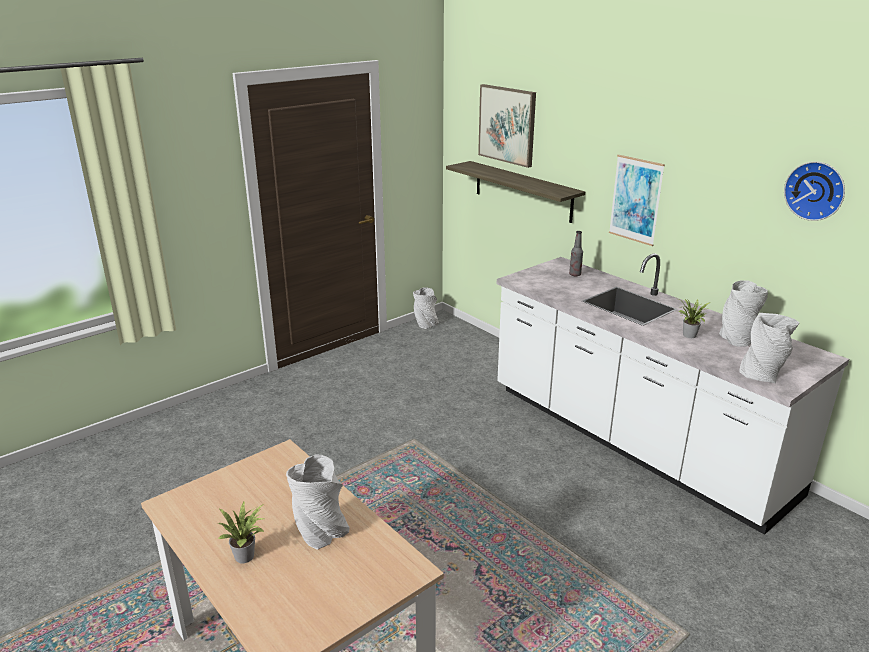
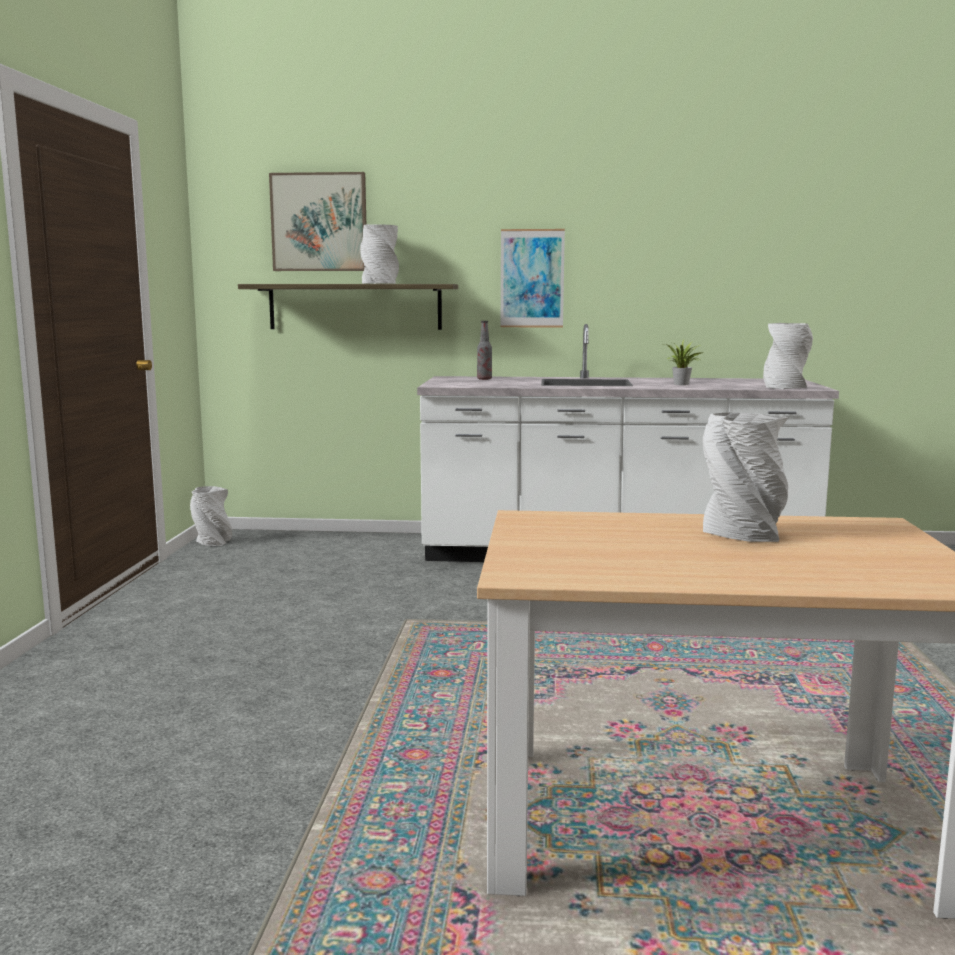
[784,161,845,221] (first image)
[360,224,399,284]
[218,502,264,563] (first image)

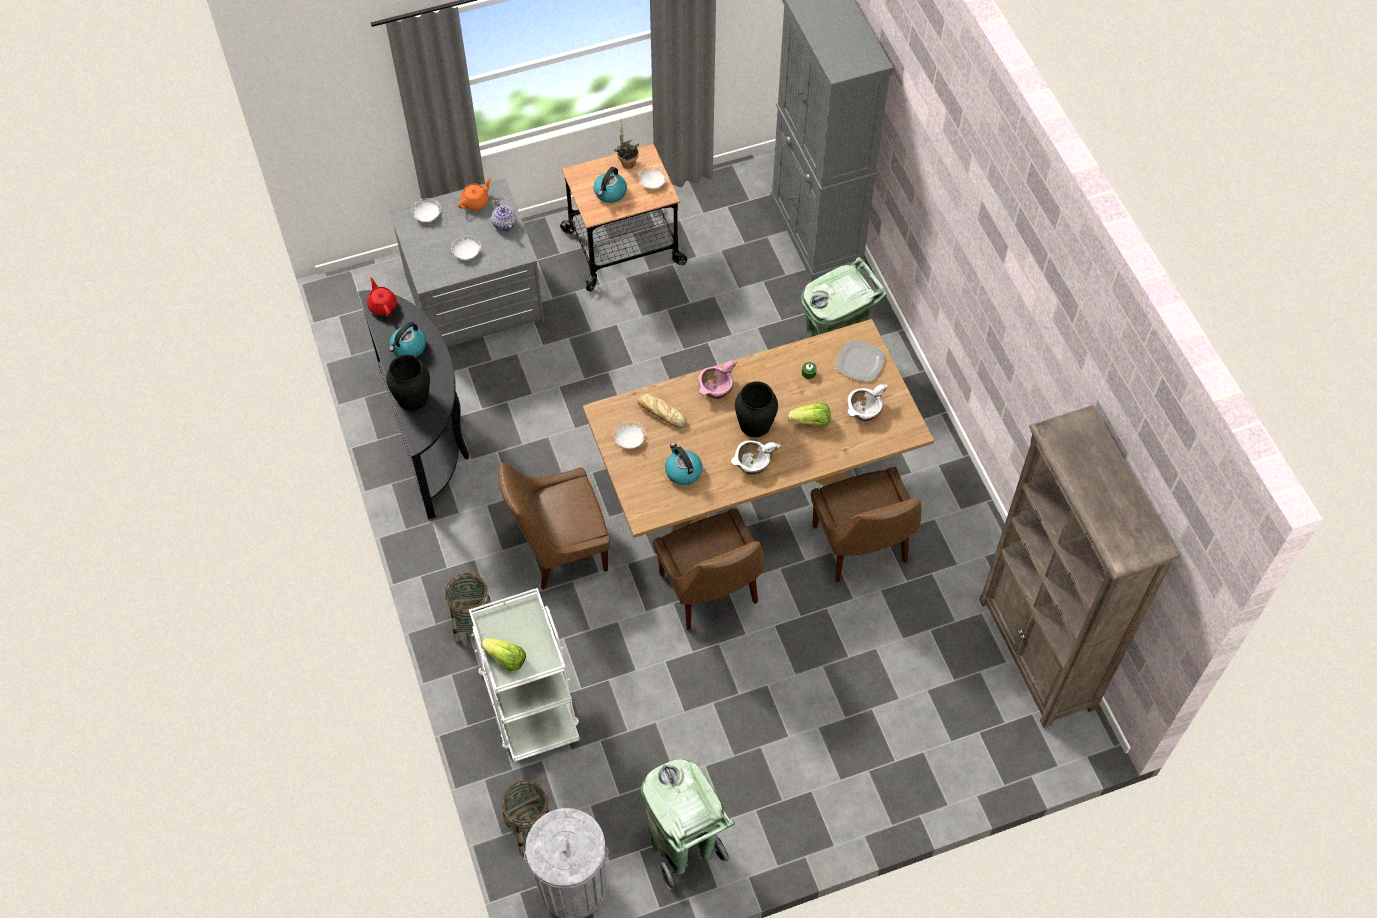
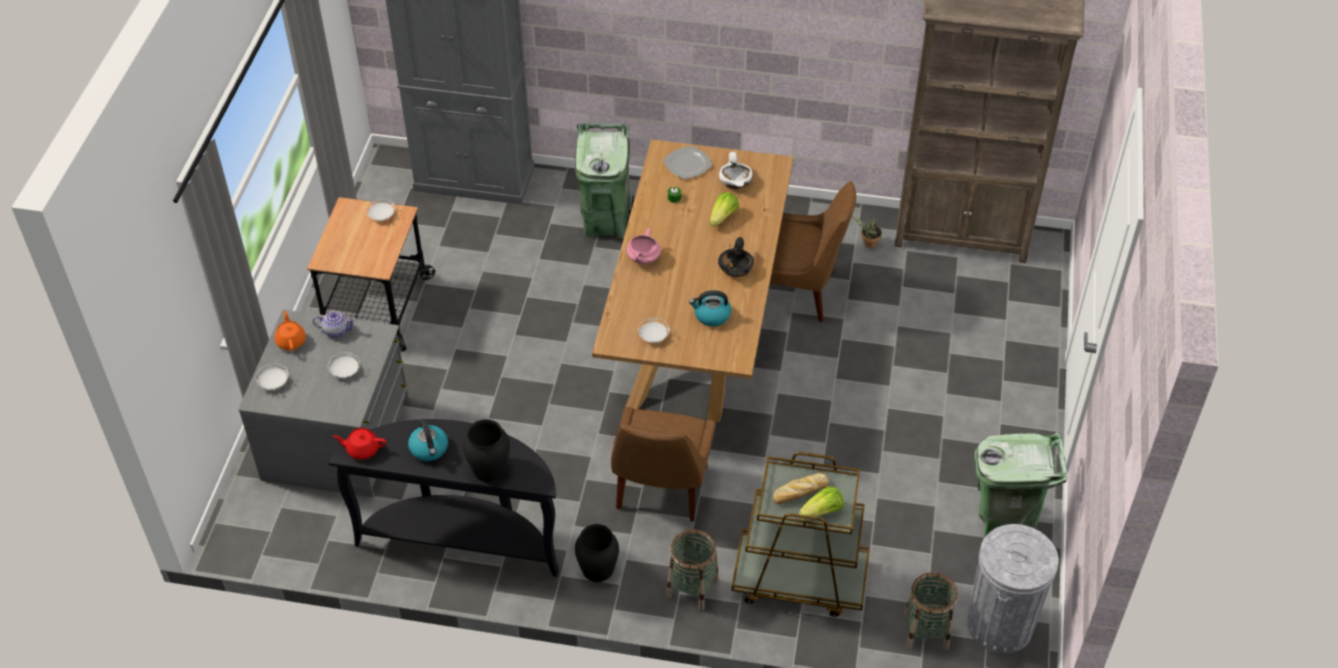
[852,214,882,248]
[593,167,627,203] (first image)
[626,228,661,264]
[575,524,619,582]
[773,473,829,504]
[718,237,754,277]
[653,508,765,630] (first image)
[732,452,870,617]

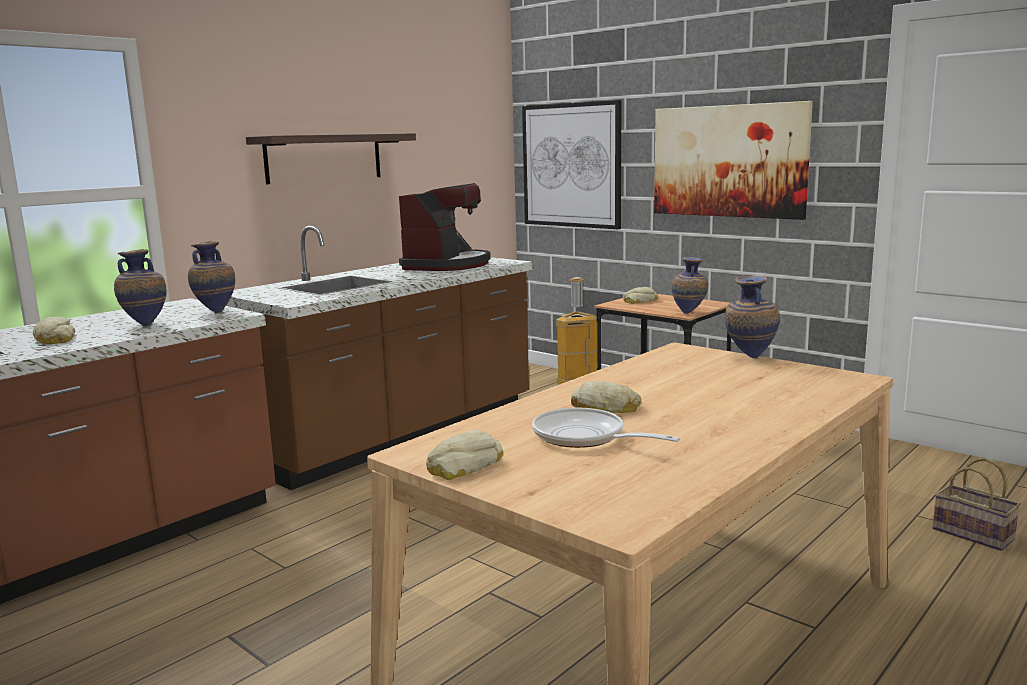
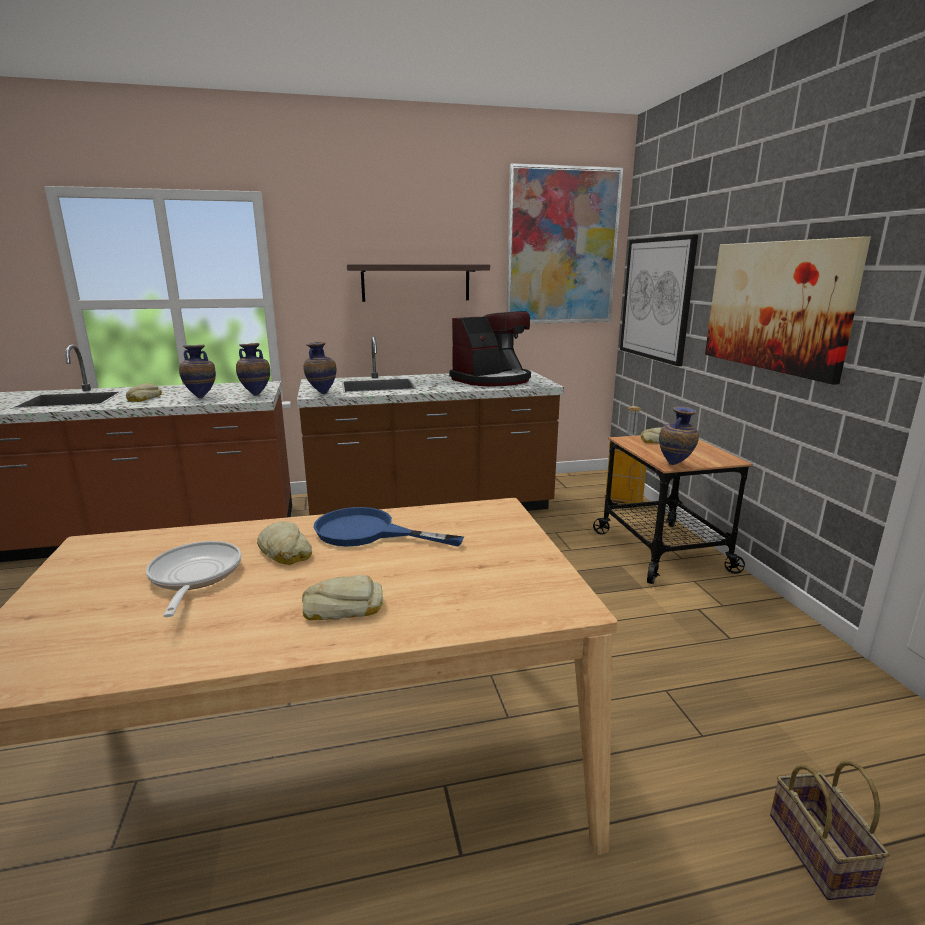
[303,342,336,394]
[302,575,383,620]
[506,163,623,324]
[313,507,464,547]

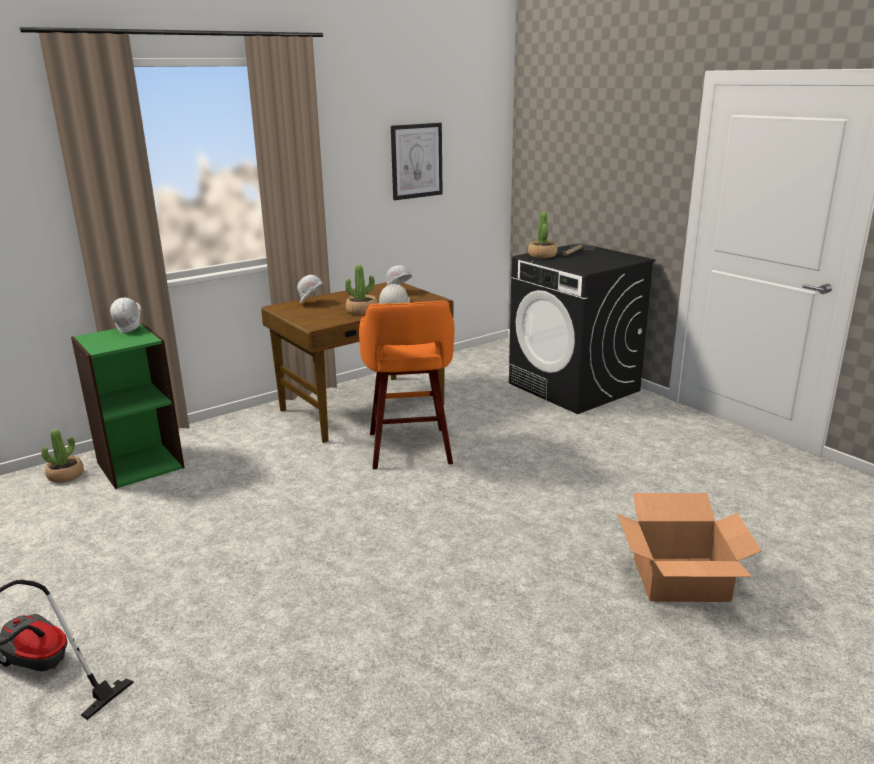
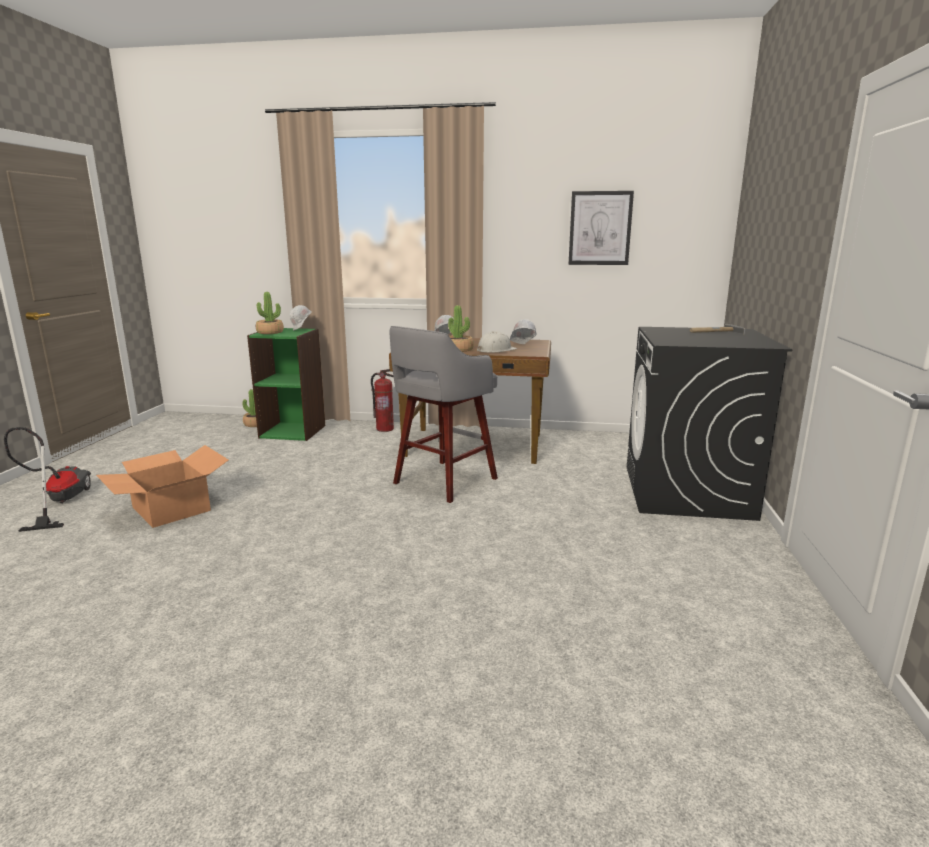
[256,292,284,334]
[390,326,498,503]
[96,445,228,528]
[371,369,394,432]

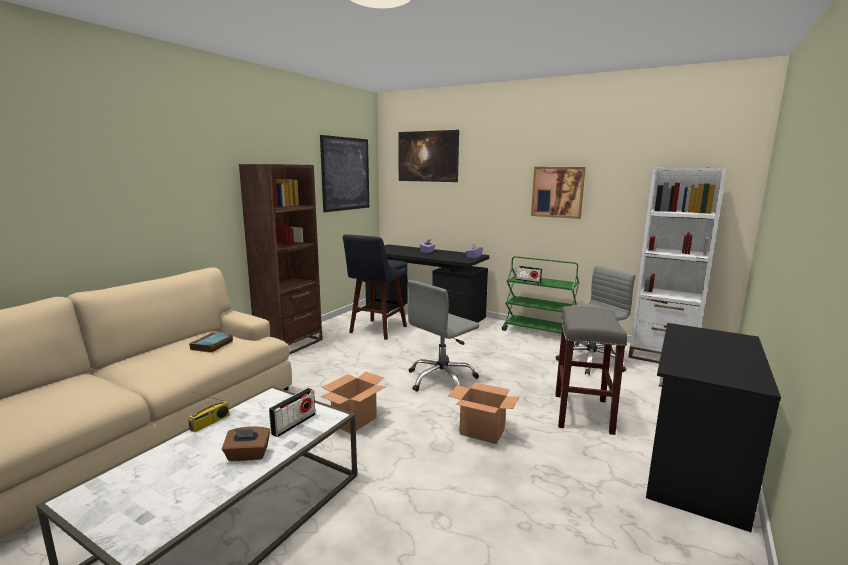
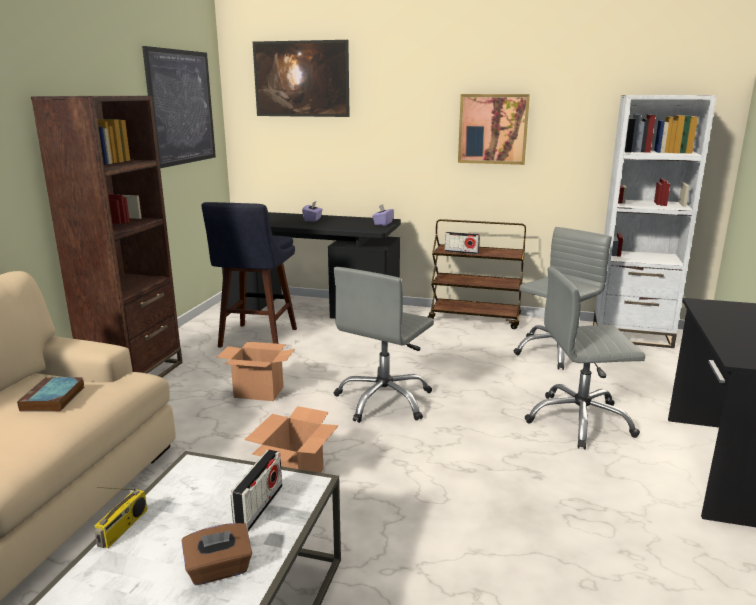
[428,219,526,329]
[525,267,645,449]
[216,342,295,401]

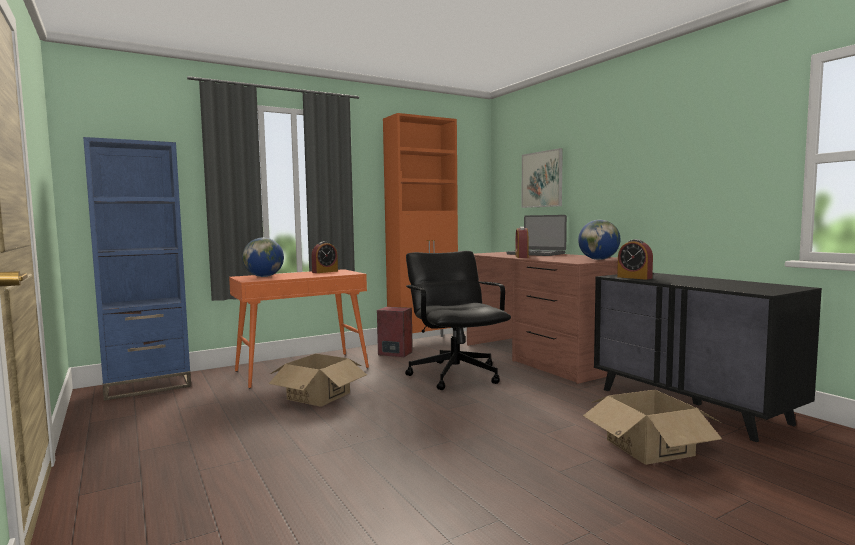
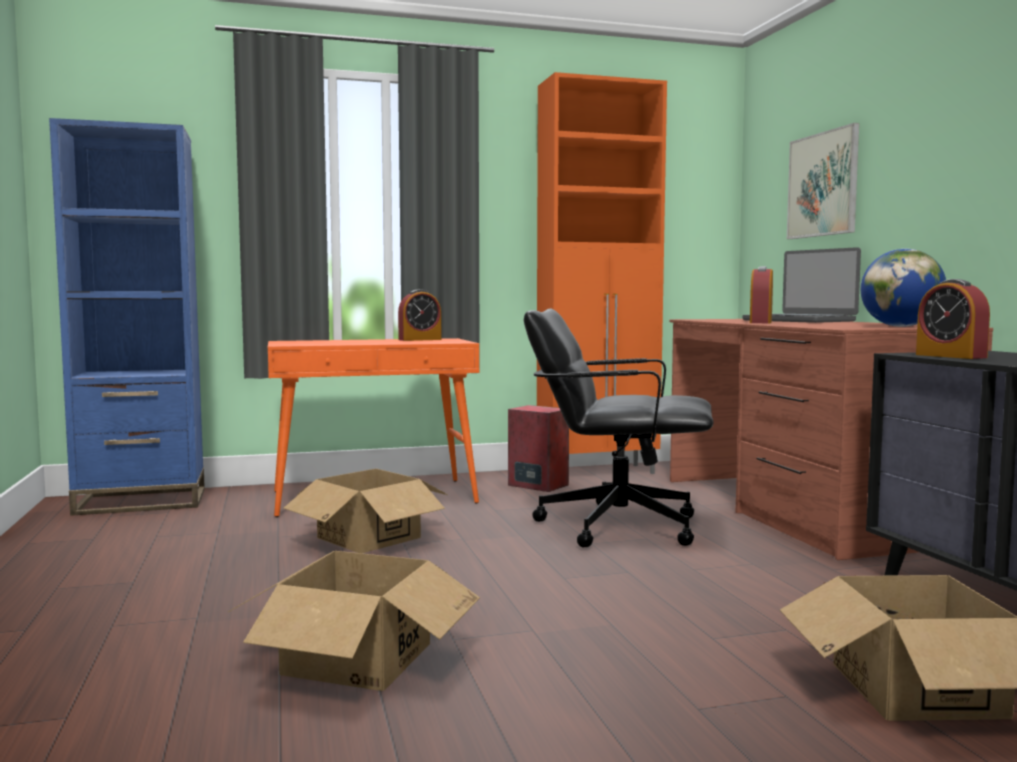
[242,238,284,277] (first image)
[524,308,714,548]
[228,551,480,691]

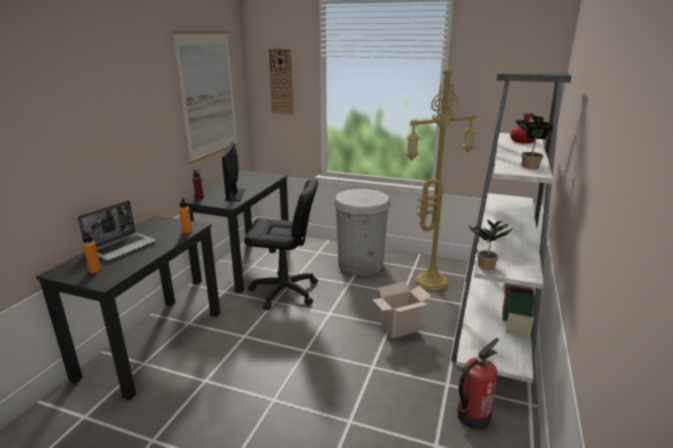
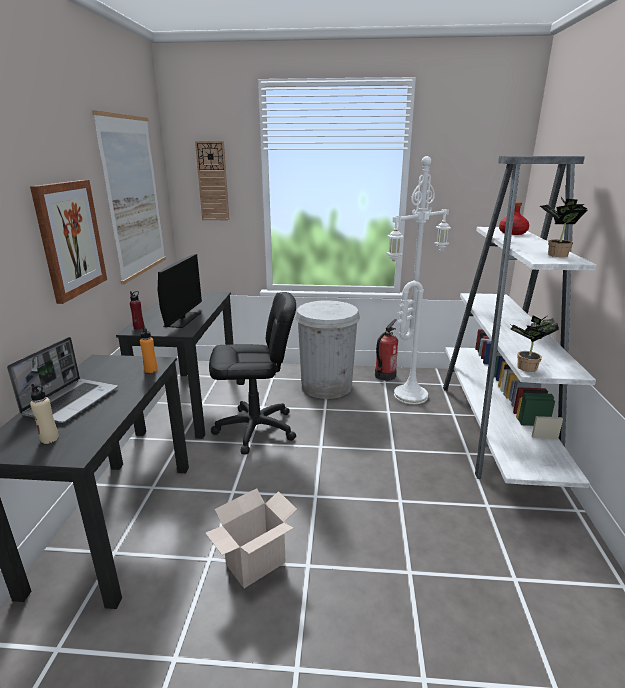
[386,156,451,404]
[158,254,202,328]
[30,384,59,444]
[205,488,297,588]
[375,319,398,381]
[30,180,107,304]

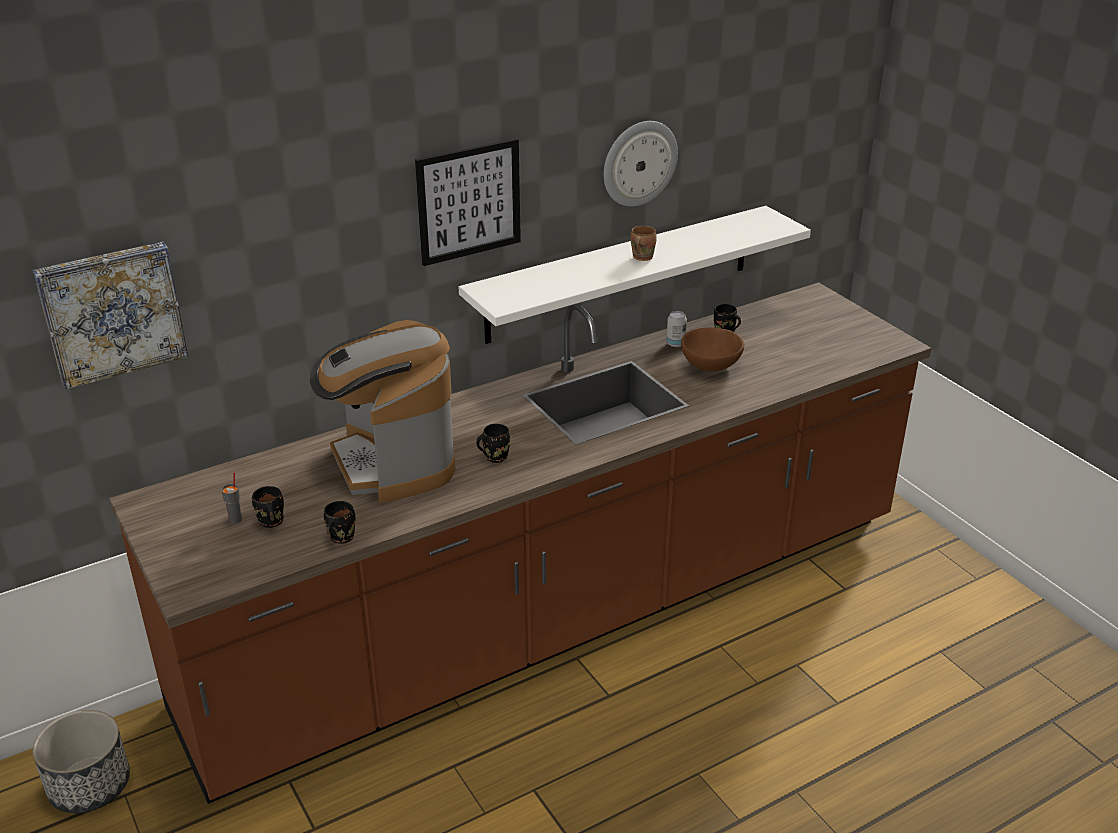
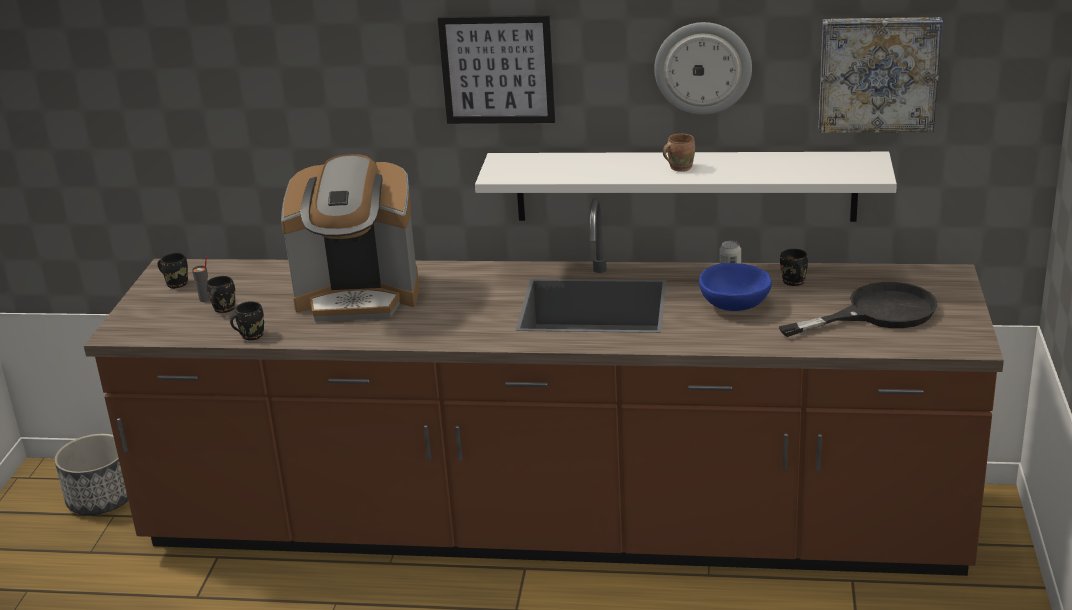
[819,17,943,133]
[281,154,419,322]
[699,263,772,311]
[157,252,188,289]
[779,282,938,337]

